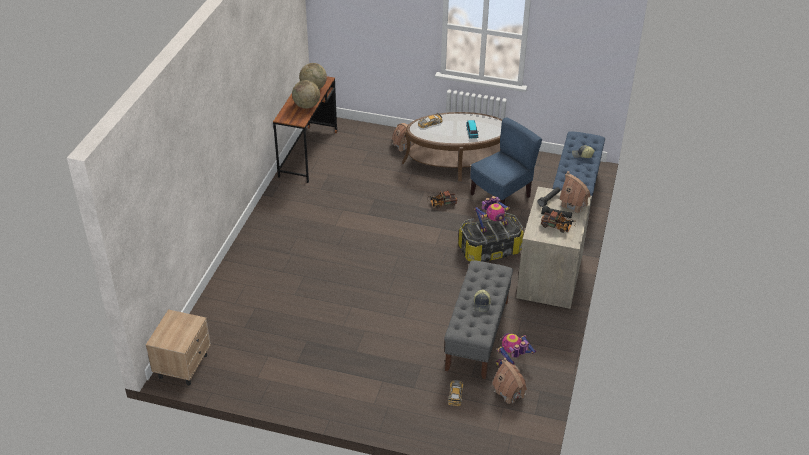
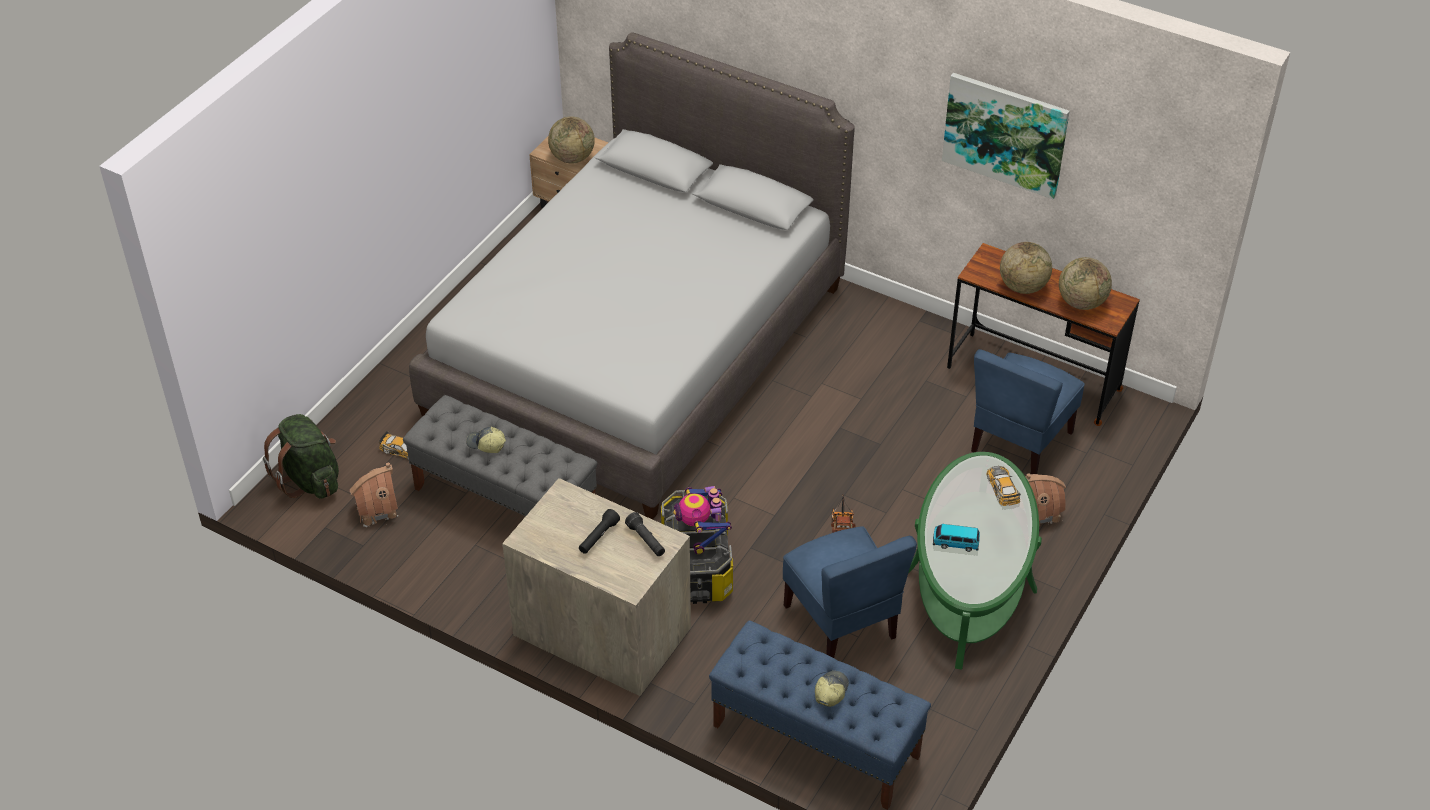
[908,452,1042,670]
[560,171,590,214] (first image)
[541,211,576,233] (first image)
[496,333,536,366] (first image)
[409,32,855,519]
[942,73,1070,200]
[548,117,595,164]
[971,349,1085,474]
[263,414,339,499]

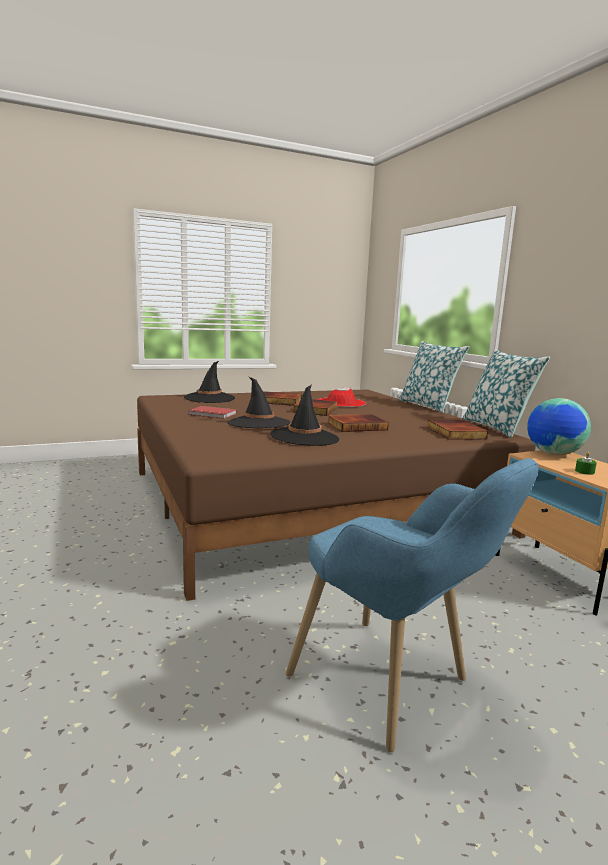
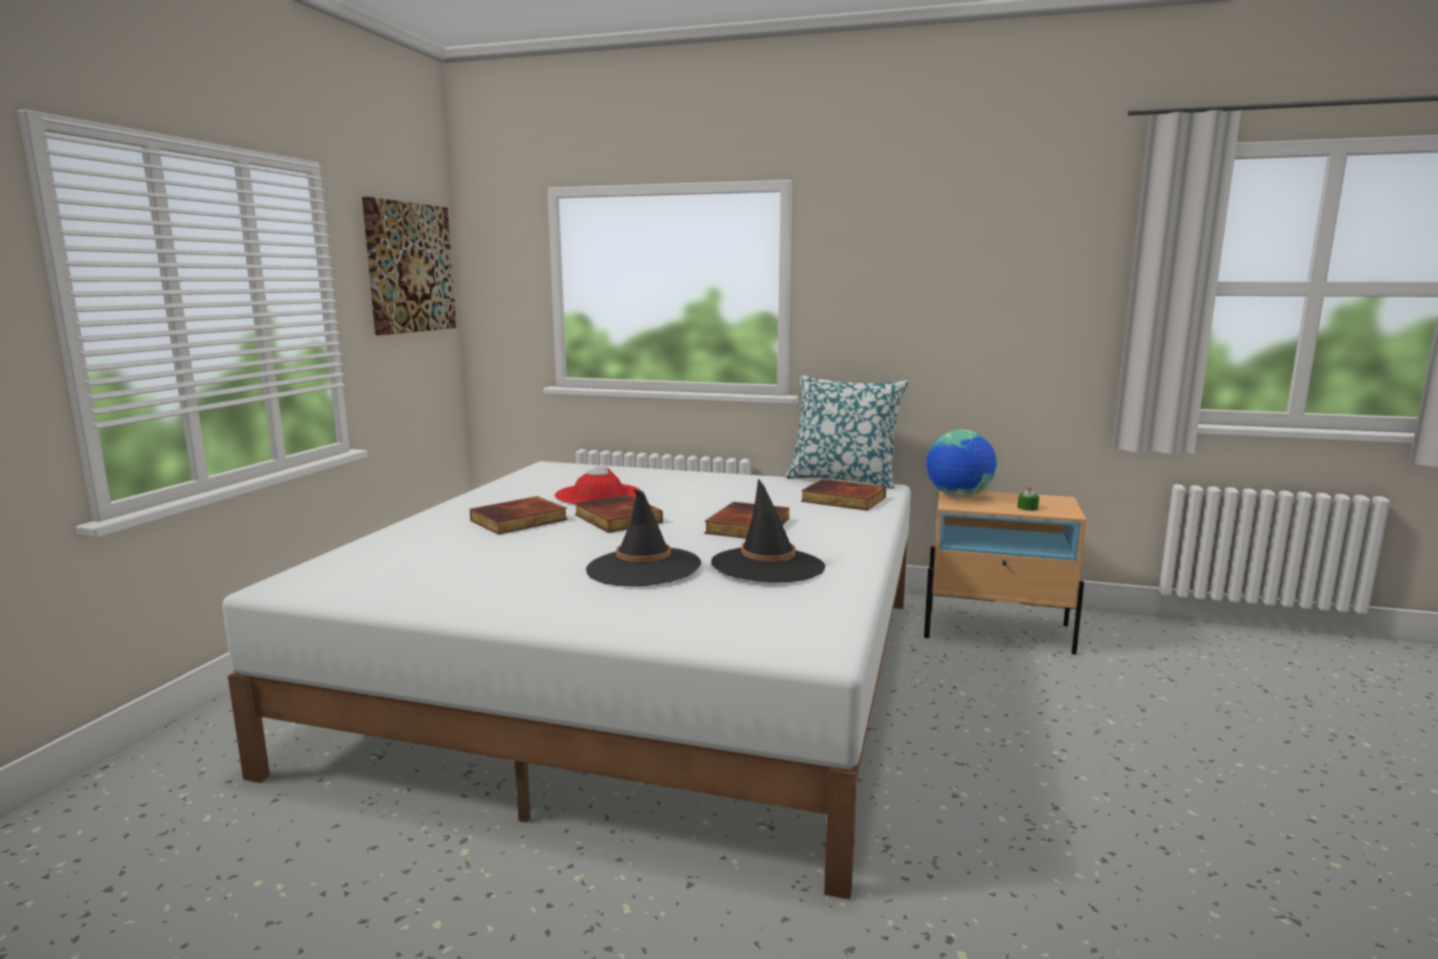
[398,341,469,413] (first image)
[184,361,235,403] (first image)
[222,461,911,900]
[188,406,237,419] (first image)
[286,458,539,752] (first image)
[362,197,456,335]

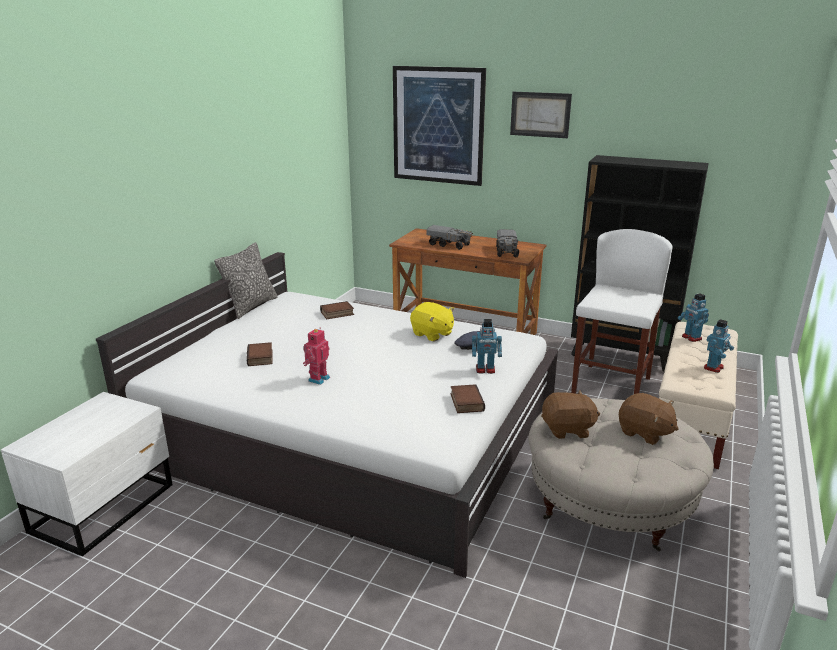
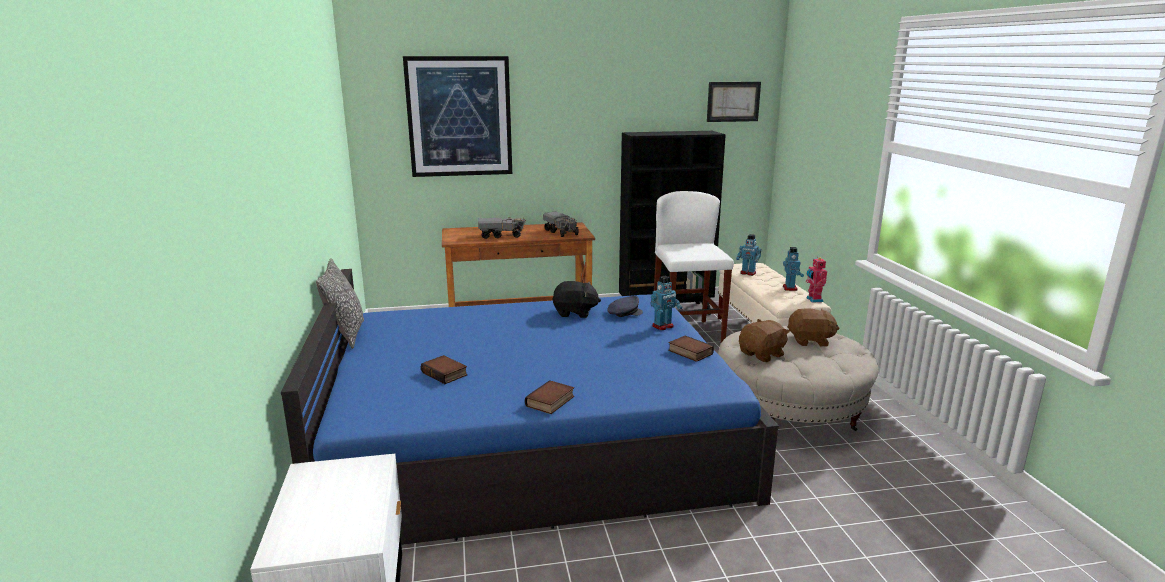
[707,82,761,122]
[281,269,779,545]
[525,380,574,414]
[552,281,601,318]
[806,258,827,303]

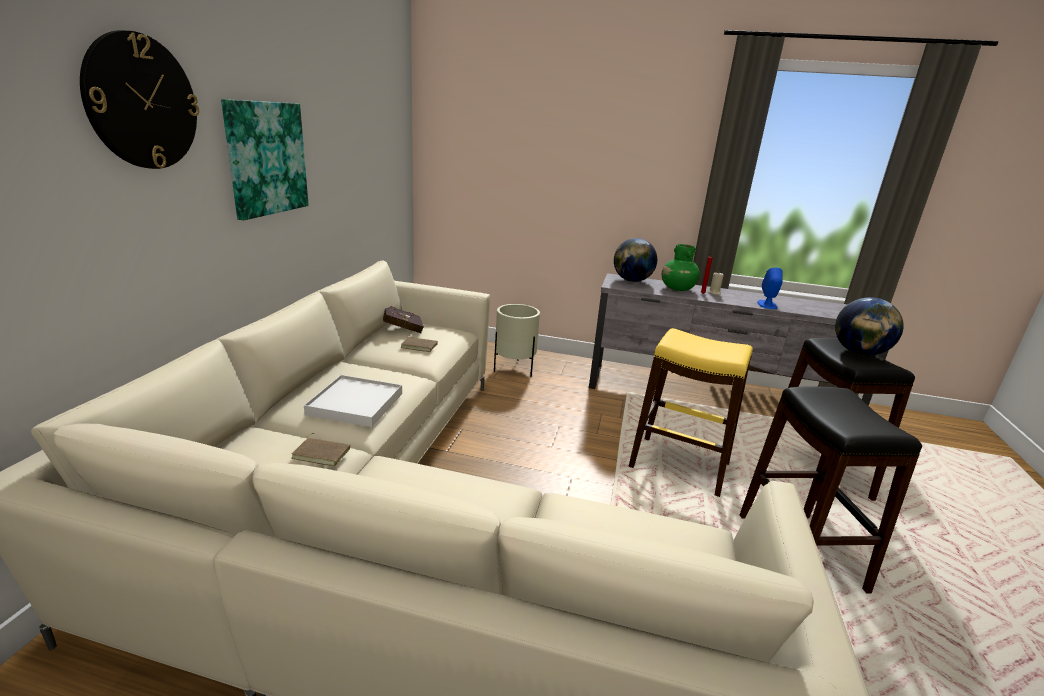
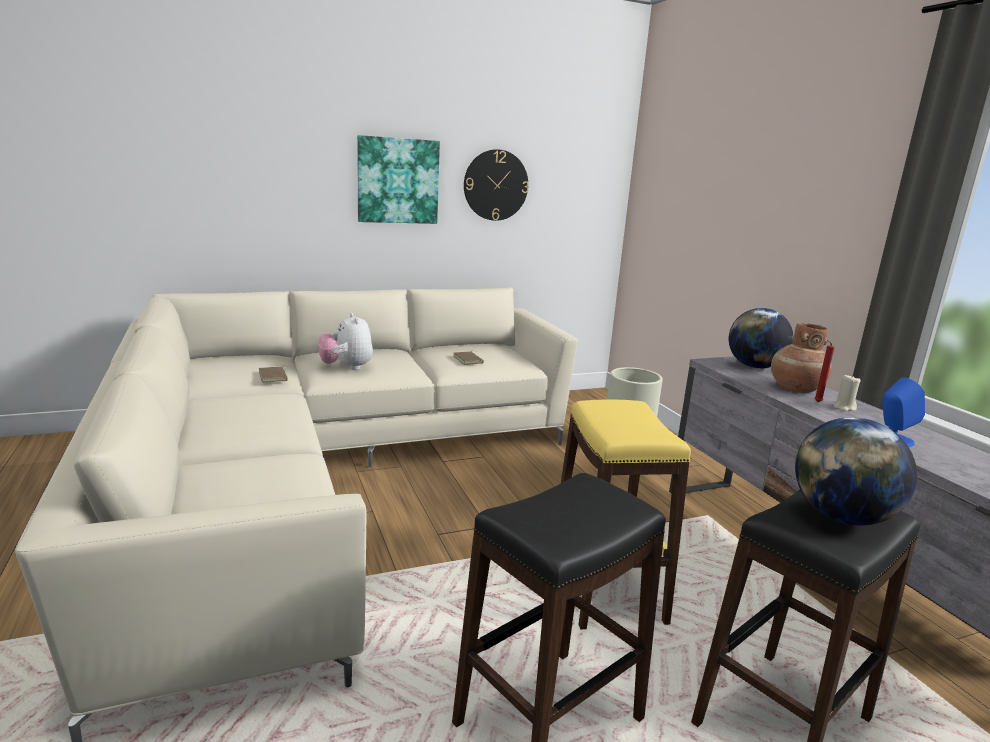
[464,149,529,221]
[771,323,832,393]
[383,306,424,333] (first image)
[318,313,373,370]

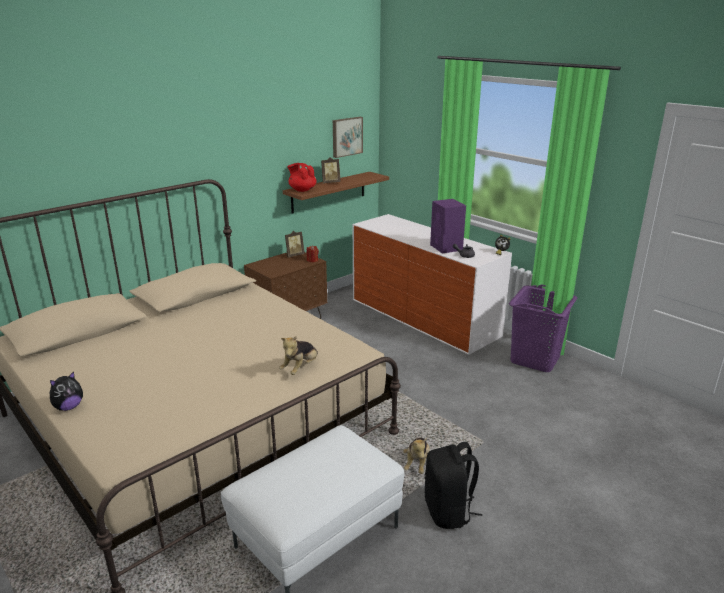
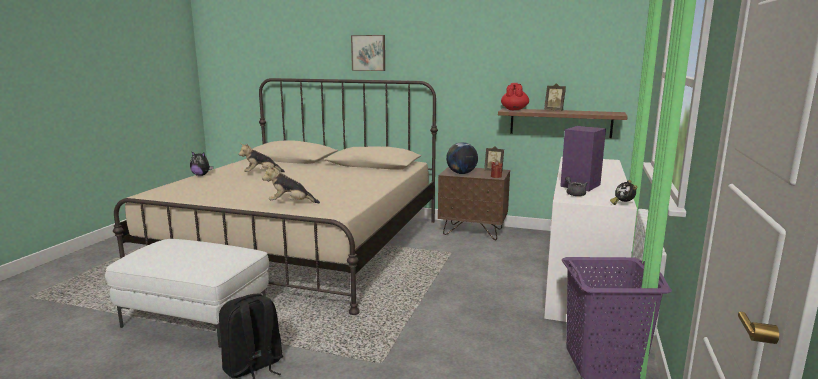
[351,35,385,71]
[238,143,285,172]
[446,142,478,174]

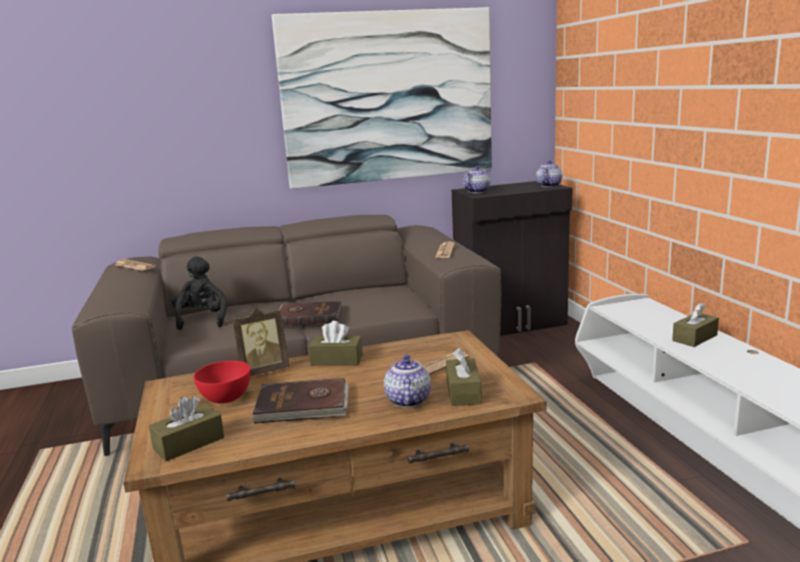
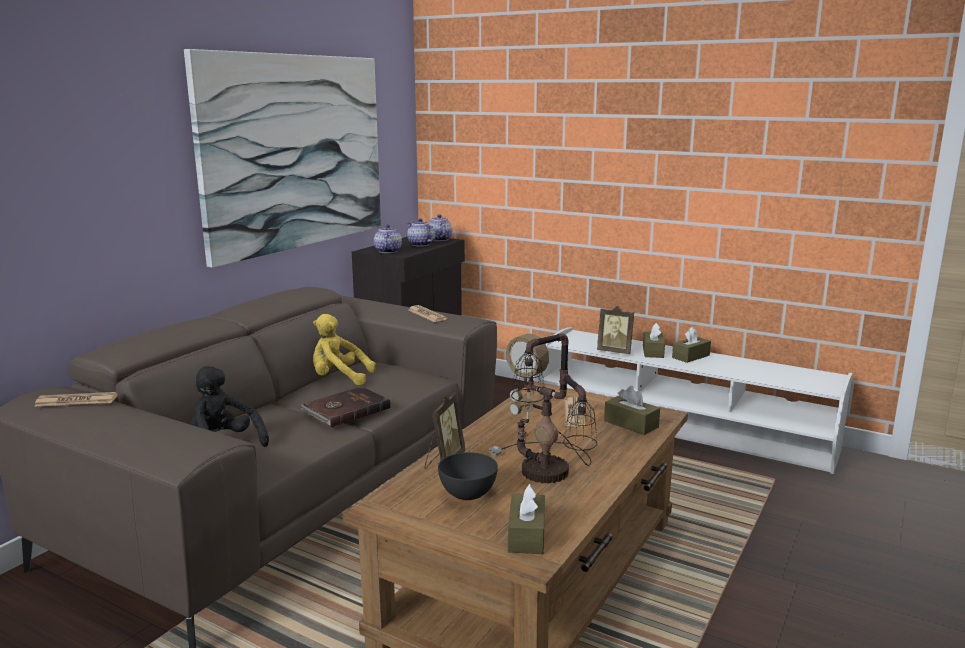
[672,327,711,363]
[406,219,436,246]
[438,452,498,500]
[488,333,598,484]
[597,306,634,354]
[313,314,376,386]

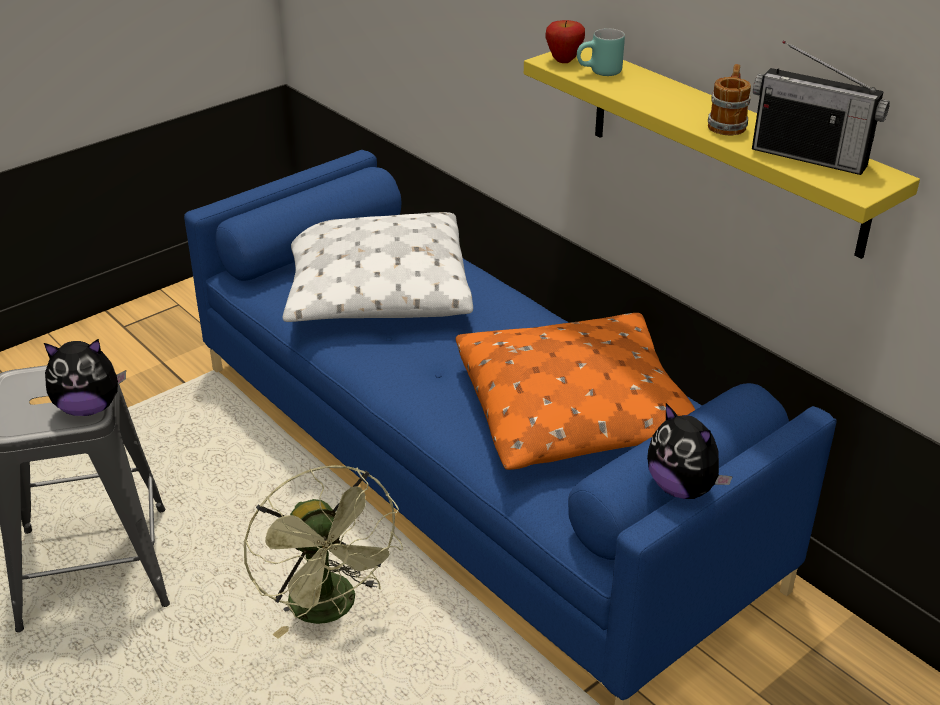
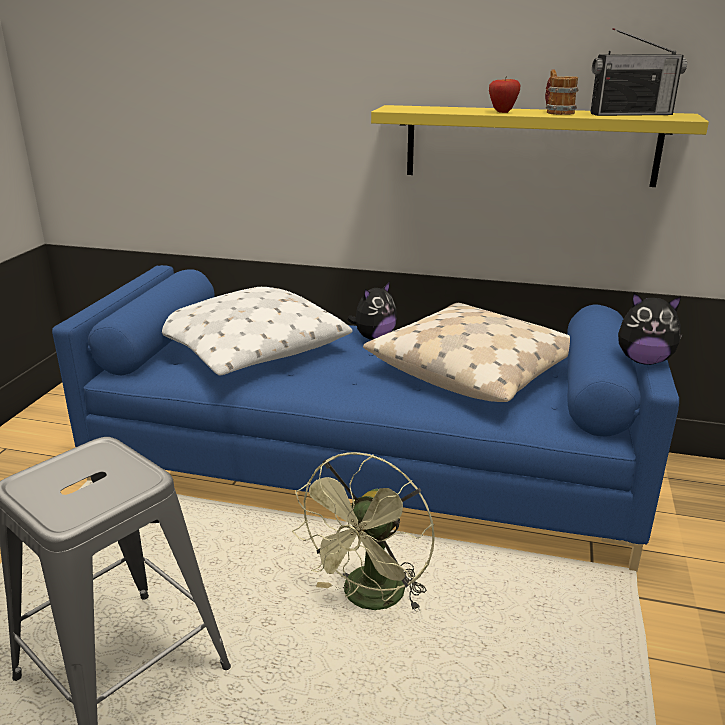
[489,77,521,113]
[577,28,625,76] (first image)
[363,303,570,402]
[347,281,397,340]
[292,452,435,612]

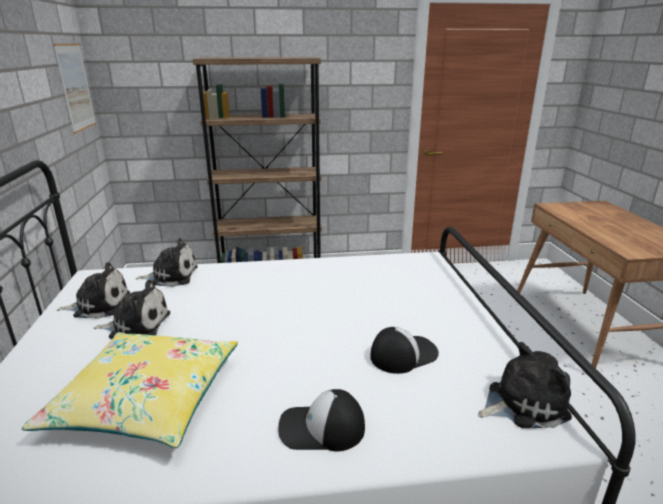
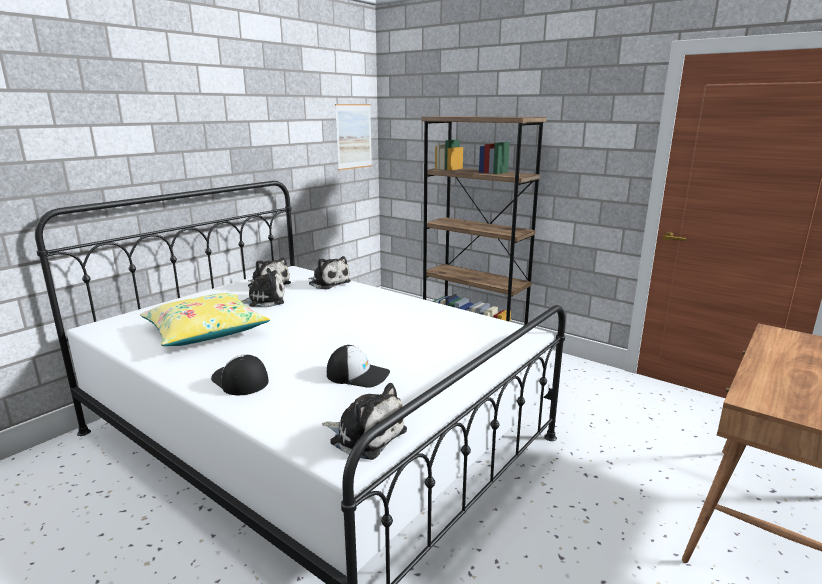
[241,268,285,307]

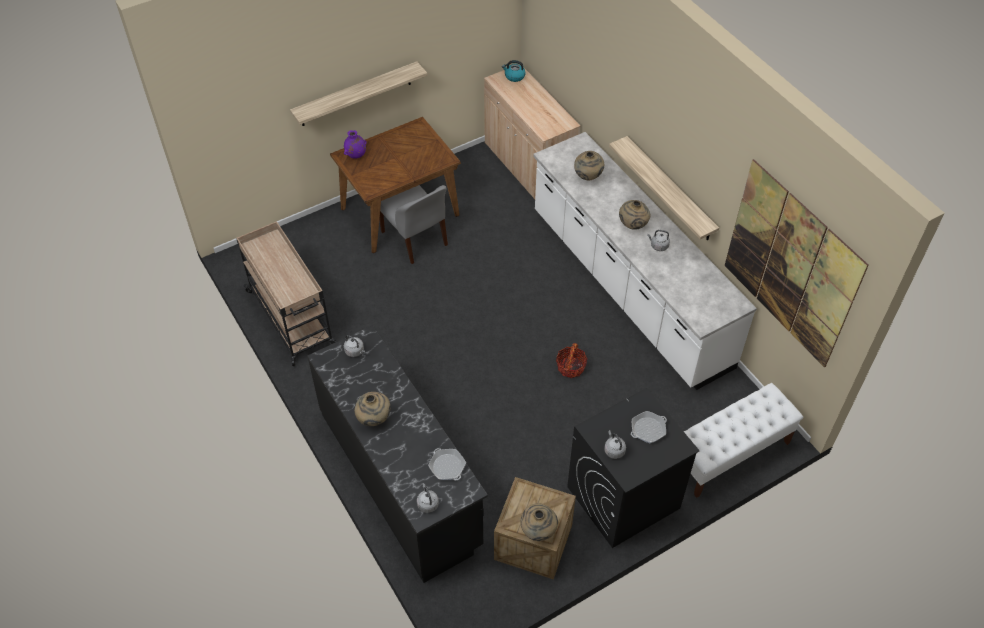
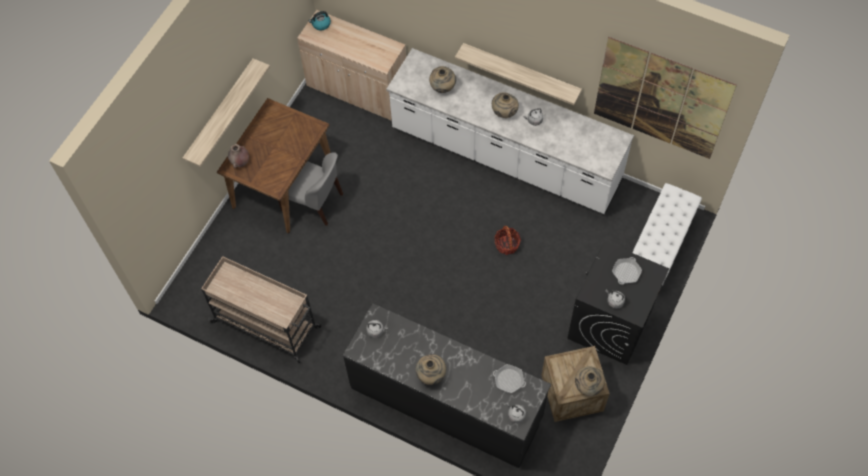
[228,144,249,168]

